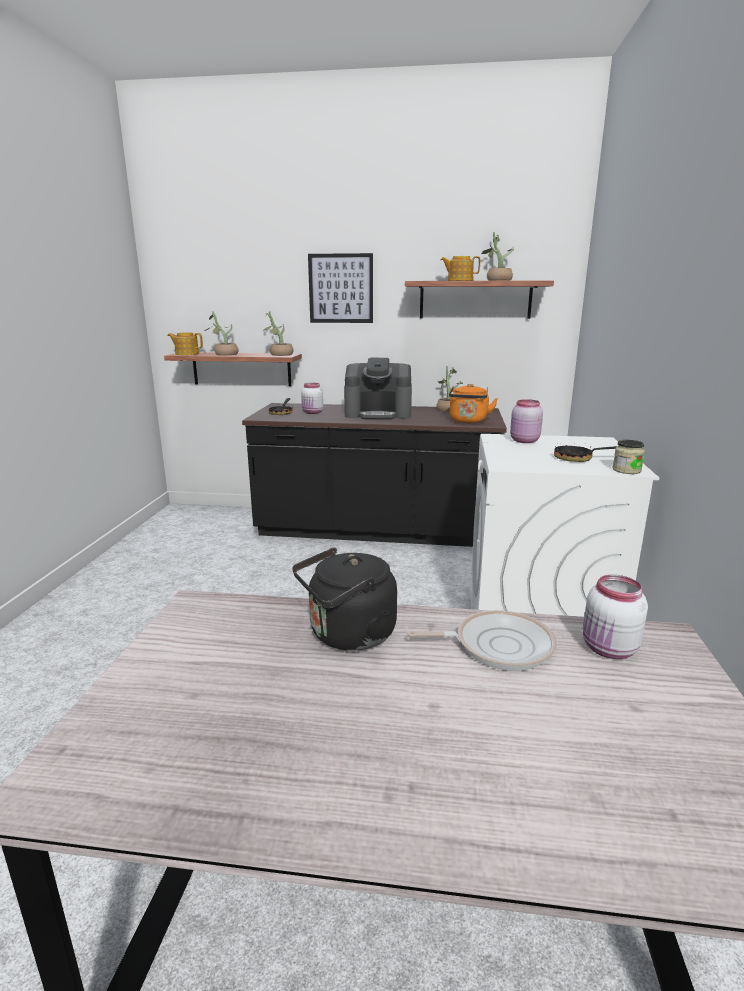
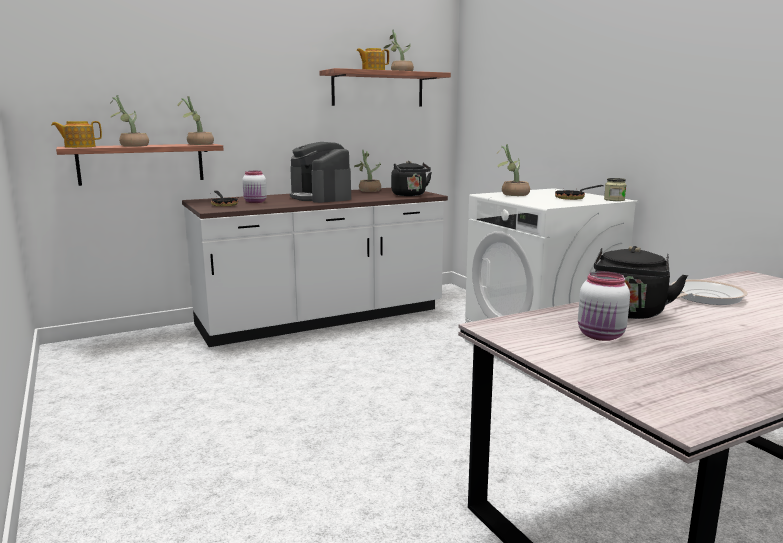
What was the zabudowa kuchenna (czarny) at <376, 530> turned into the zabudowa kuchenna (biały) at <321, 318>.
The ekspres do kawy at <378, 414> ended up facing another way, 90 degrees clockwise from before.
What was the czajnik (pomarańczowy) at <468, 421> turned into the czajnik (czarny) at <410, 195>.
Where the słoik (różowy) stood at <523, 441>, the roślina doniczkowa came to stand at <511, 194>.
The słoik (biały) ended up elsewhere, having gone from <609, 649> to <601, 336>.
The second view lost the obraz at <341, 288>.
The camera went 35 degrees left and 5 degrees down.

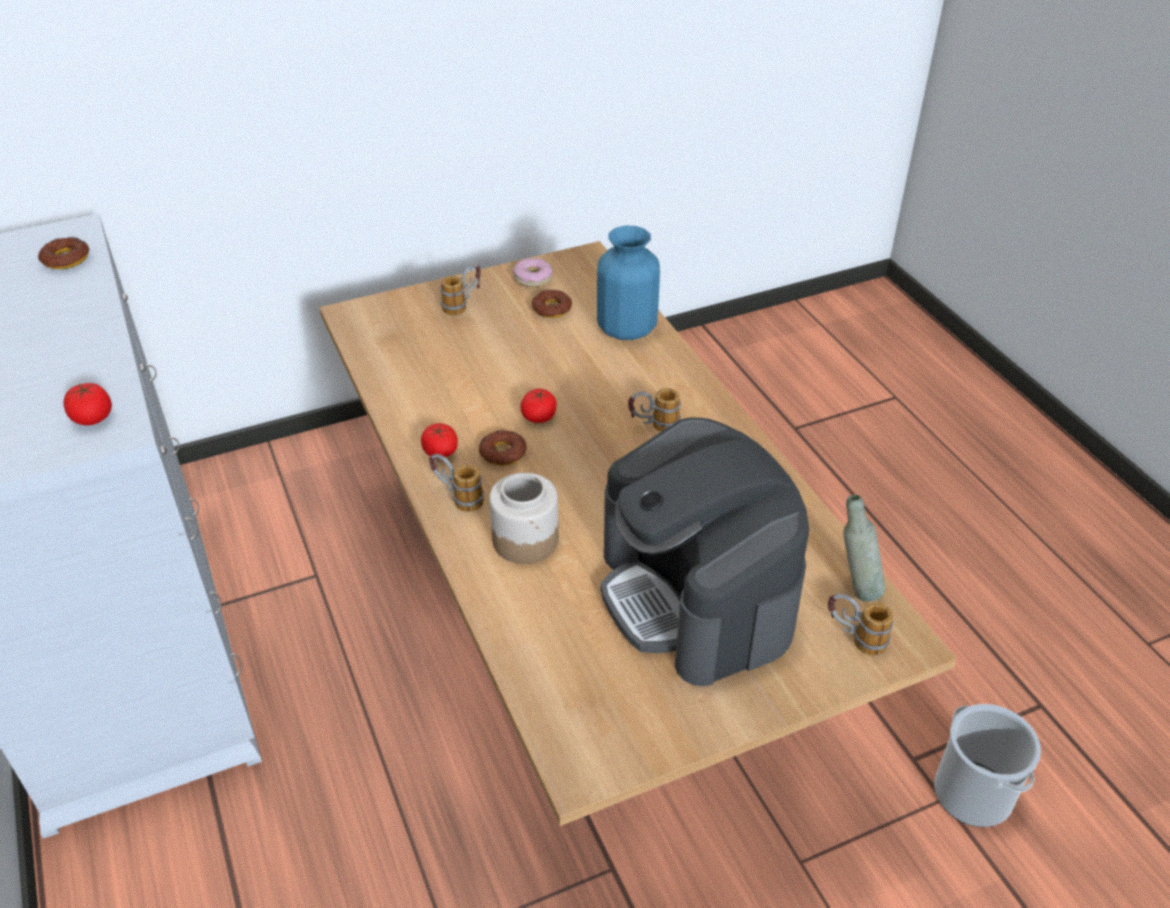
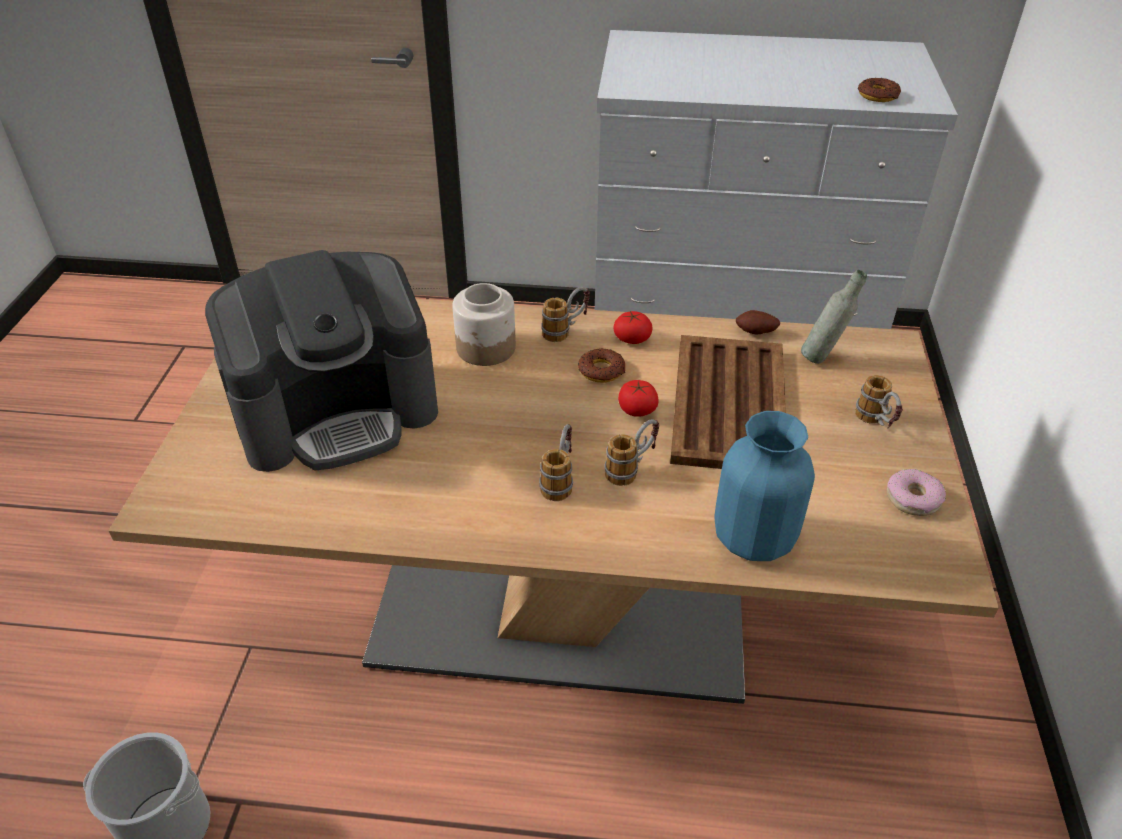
The ekspres do kawy at <697, 596> ended up facing another way, 150 degrees clockwise from before.
The kubek ended up elsewhere, having gone from <854, 638> to <632, 468>.
The second view gained the taca (brązowy) at <729, 402>.
The second view gained the ziemniak at <756, 333>.
The butelka (szary) ended up elsewhere, having gone from <855, 588> to <823, 357>.
The second view lost the pomidor at <92, 417>.
The second view lost the donut at <551, 308>.
The camera went 120 degrees right and 0 degrees up.

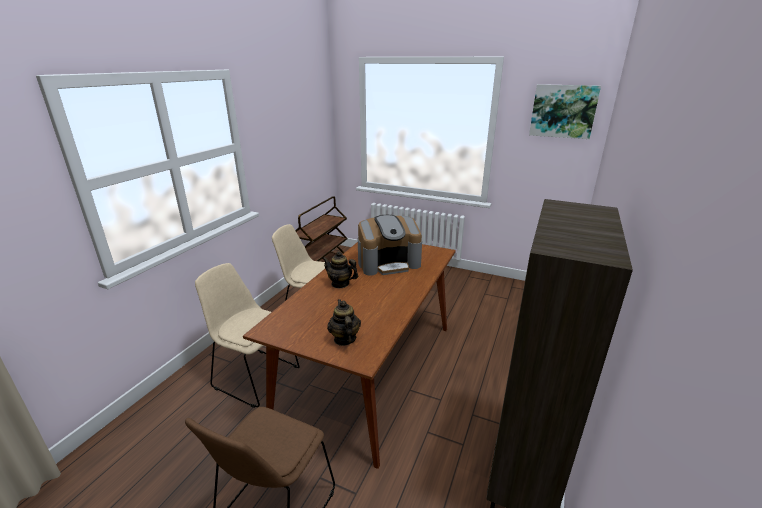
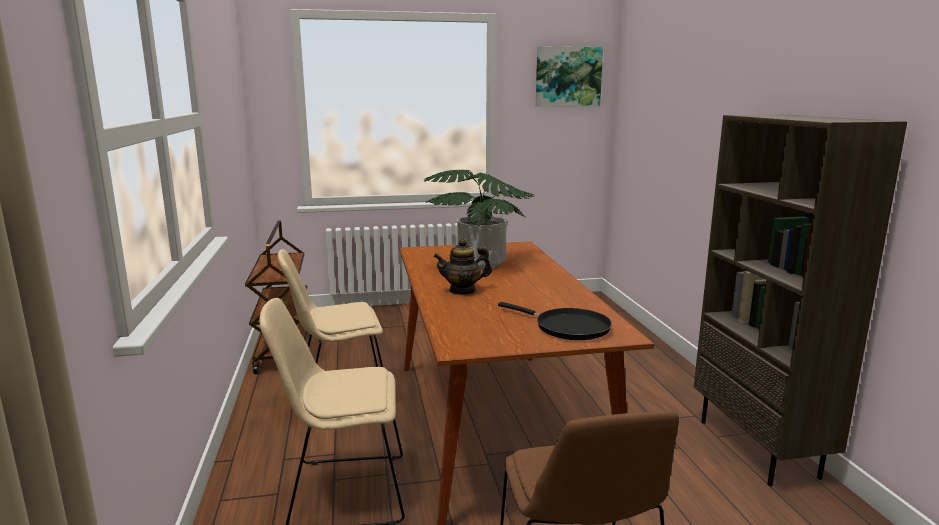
Where the ekspres do kawy stood at <389, 263>, the roślina doniczkowa came to stand at <482, 264>.
Where the imbryk stood at <344, 339>, the patelnia (czarny) came to stand at <567, 327>.
The camera went 35 degrees left and 10 degrees down.

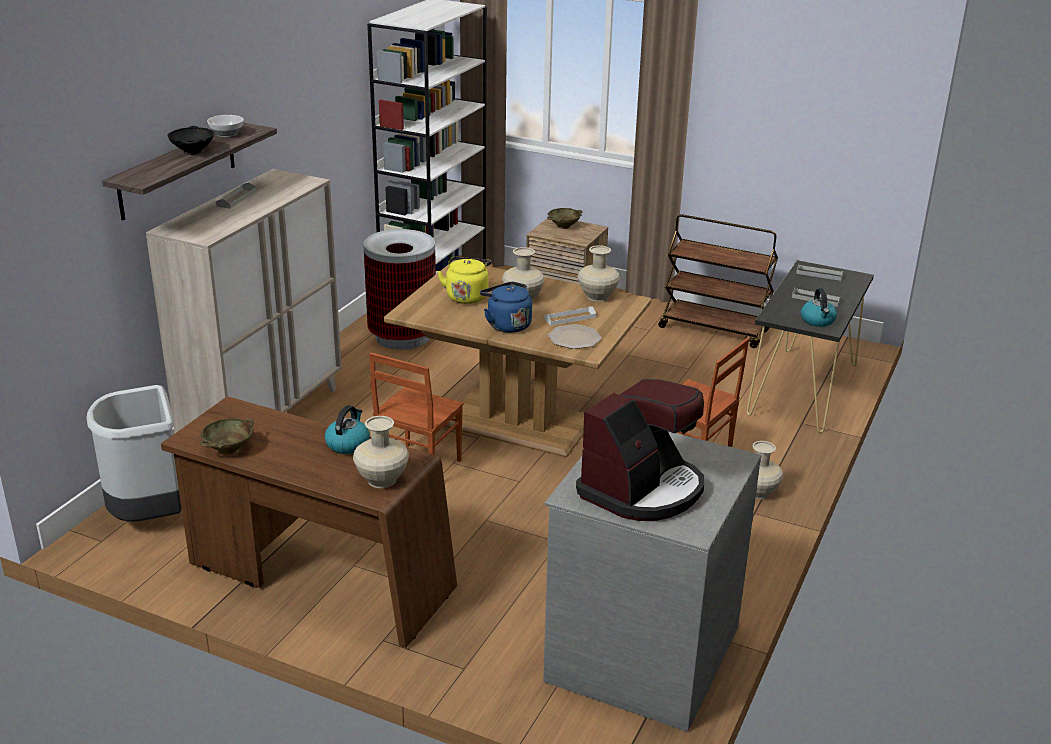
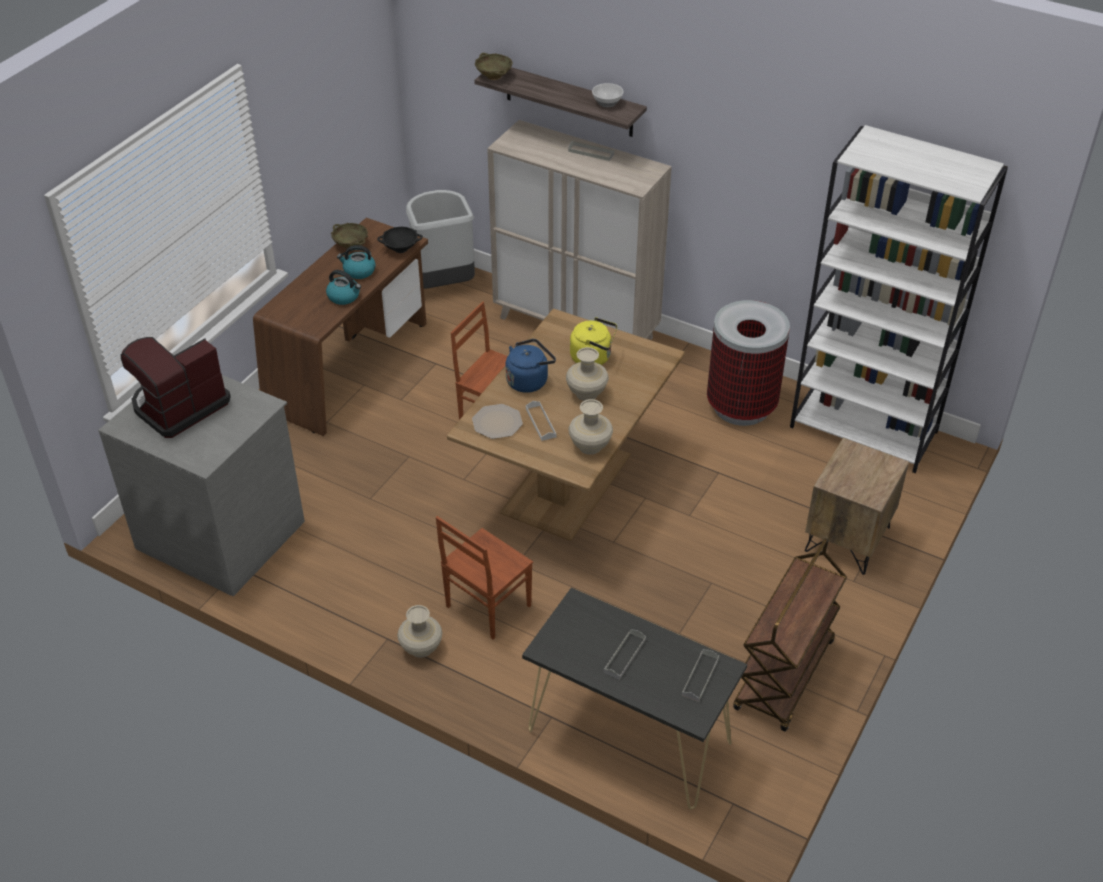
The ekspres do kawy at <643, 489> ended up facing another way, 90 degrees clockwise from before.
The czajnik ended up elsewhere, having gone from <818, 321> to <359, 271>.
The miska (czarny) ended up elsewhere, having gone from <193, 151> to <401, 249>.
The miska (beżowy) ended up elsewhere, having gone from <564, 226> to <494, 76>.
The second view lost the wazon (beżowy) at <382, 479>.
The camera went 95 degrees right and 15 degrees up.

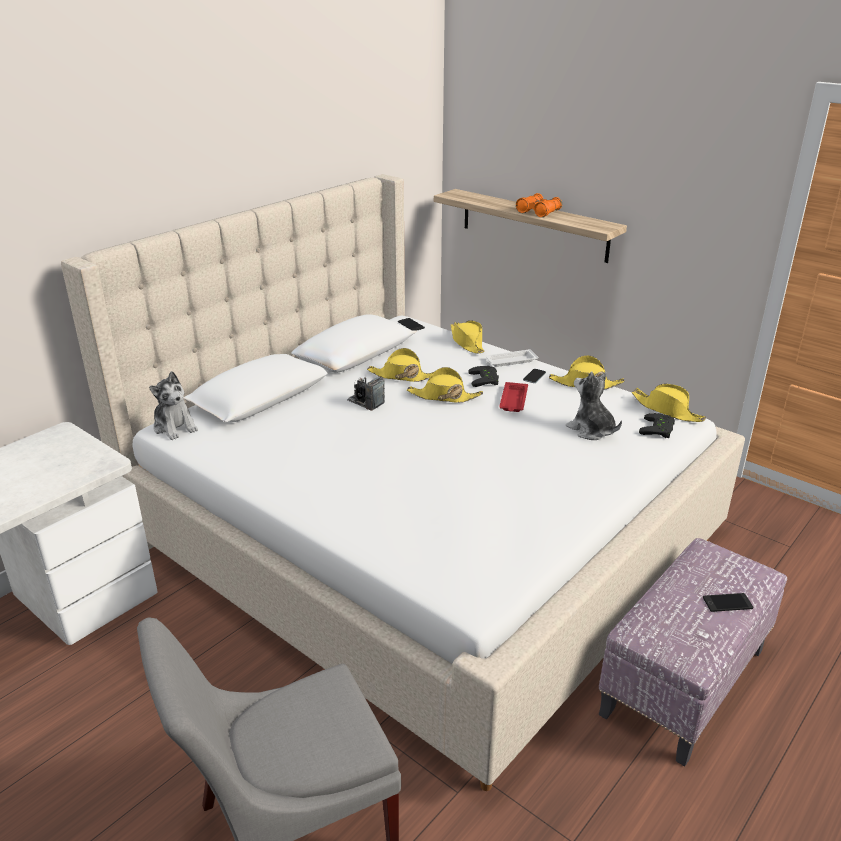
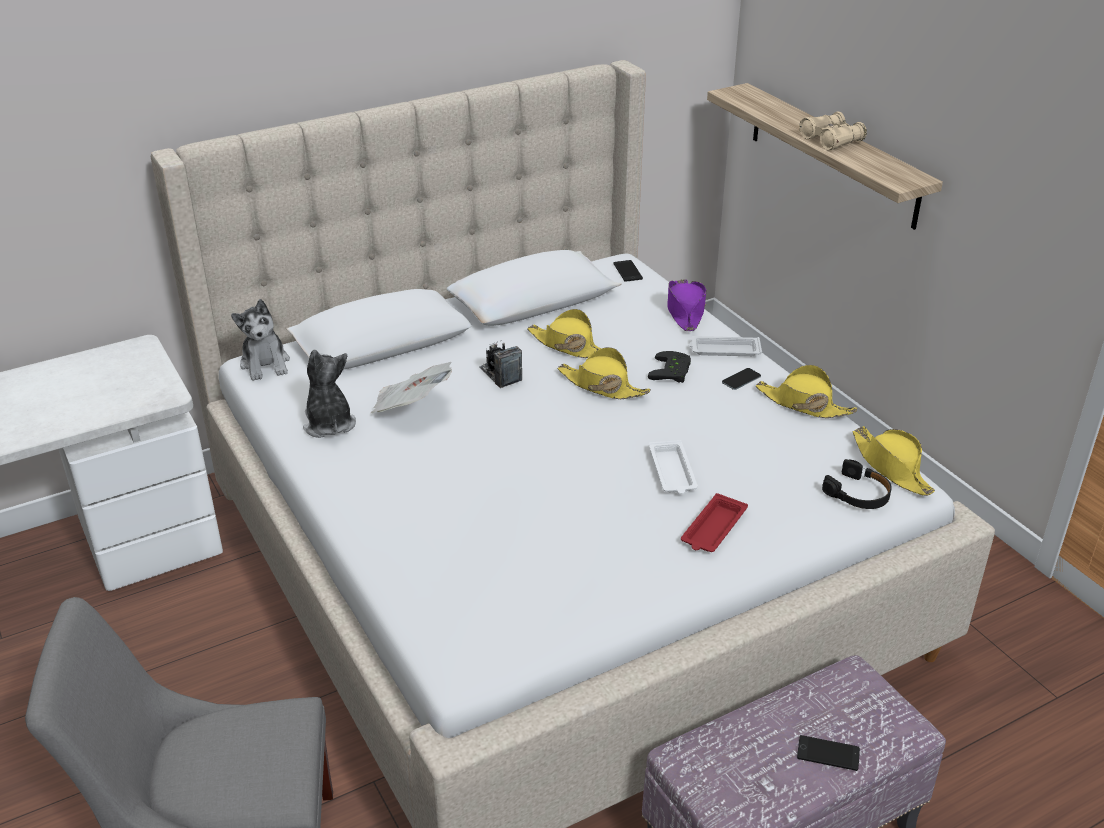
The pluszak ended up elsewhere, having gone from <591, 430> to <329, 424>.
The second view gained the gazeta at <412, 406>.
The second view gained the taca (biały) at <672, 472>.
What was the kapelusz (żółty) at <467, 342> turned into the kapelusz (fioletowy) at <685, 311>.
The taca (czerwony) ended up elsewhere, having gone from <513, 401> to <713, 529>.
What was the lornetka (pomarańczowy) at <538, 212> turned into the lornetka (beżowy) at <831, 140>.
Where the pad do gier (czarny) stood at <659, 429>, the słuchawki (czarny) came to stand at <858, 494>.
The camera went 20 degrees right and 5 degrees up.

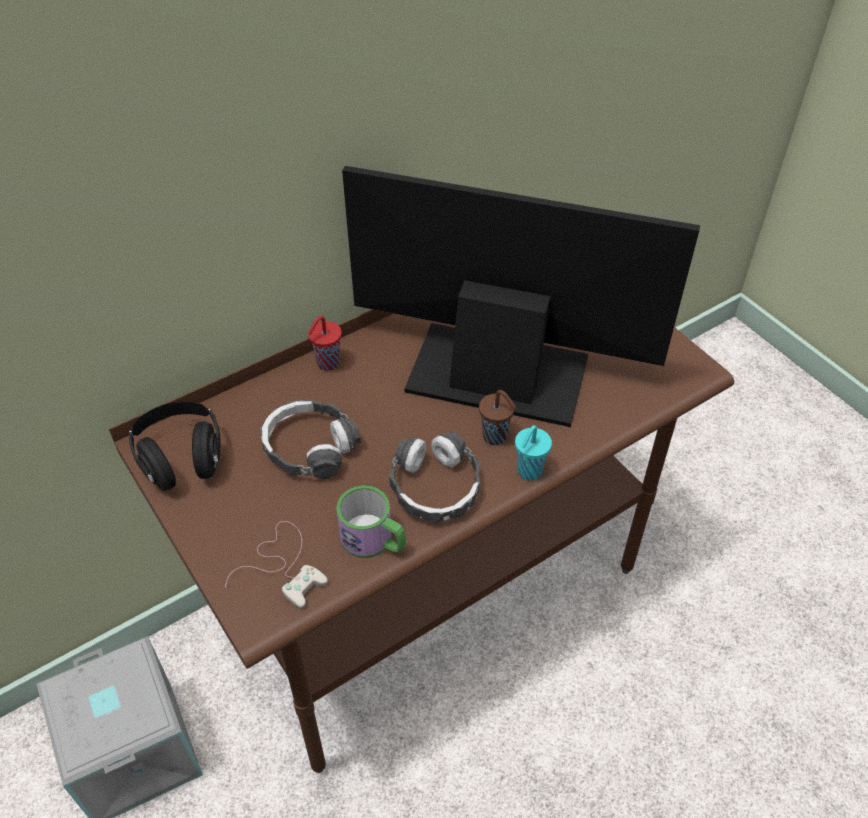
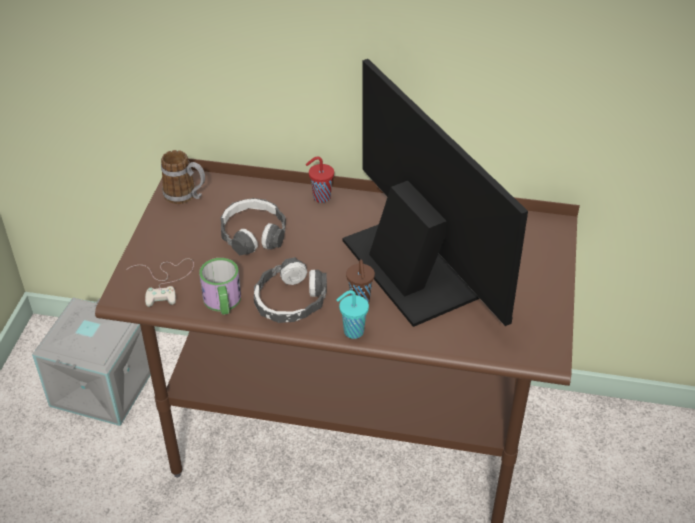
Where the słuchawki (czarny) stood at <181, 459>, the kubek came to stand at <186, 196>.
The camera went 45 degrees right and 5 degrees down.

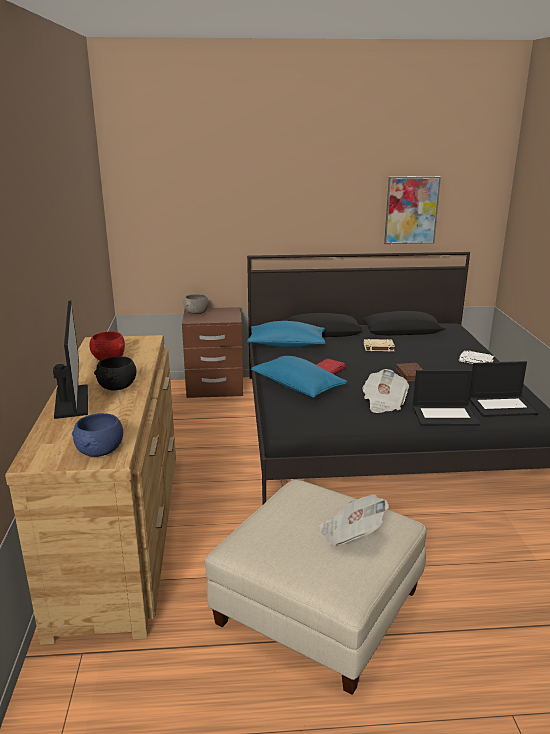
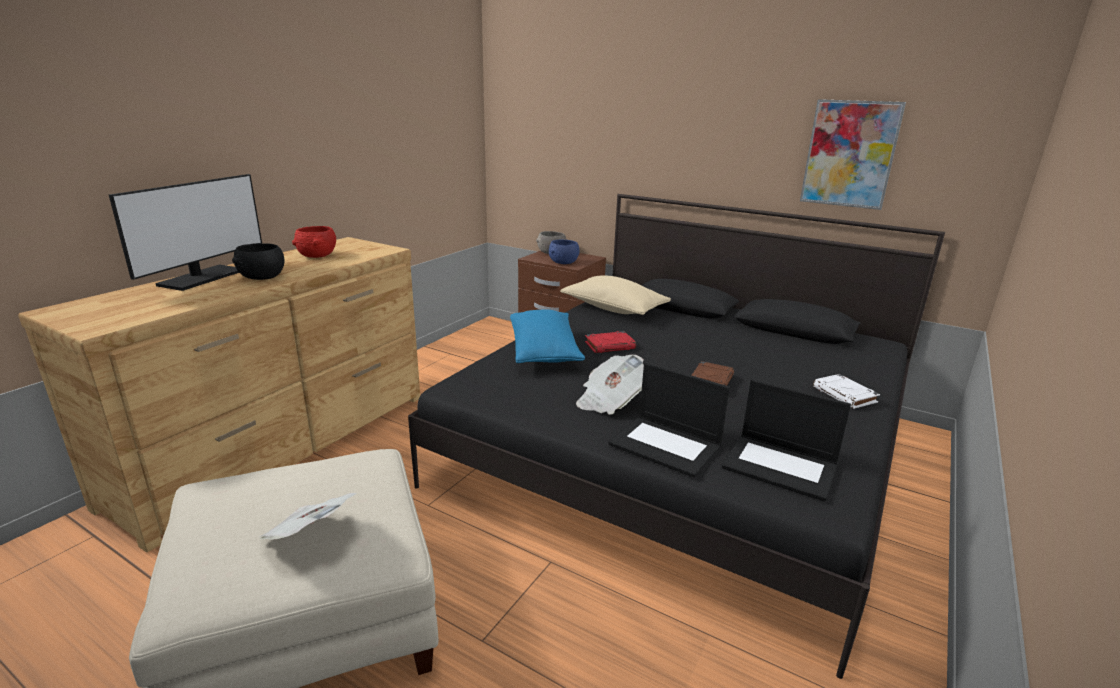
The miska (niebieski) ended up elsewhere, having gone from <100, 451> to <563, 262>.
What was the poduszka (niebieski) at <286, 345> turned into the poduszka (beżowy) at <614, 309>.
The second view lost the książka (beżowy) at <378, 347>.
The camera went 35 degrees right and 0 degrees up.

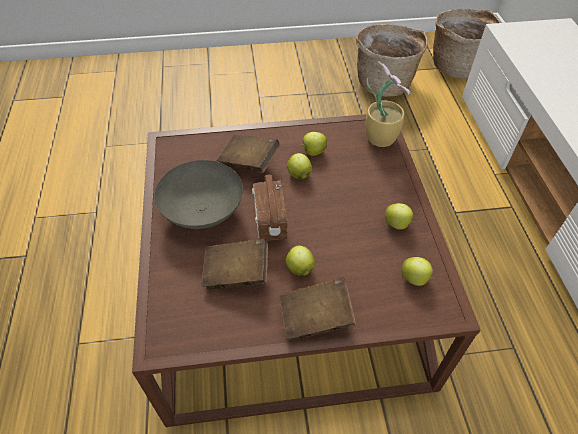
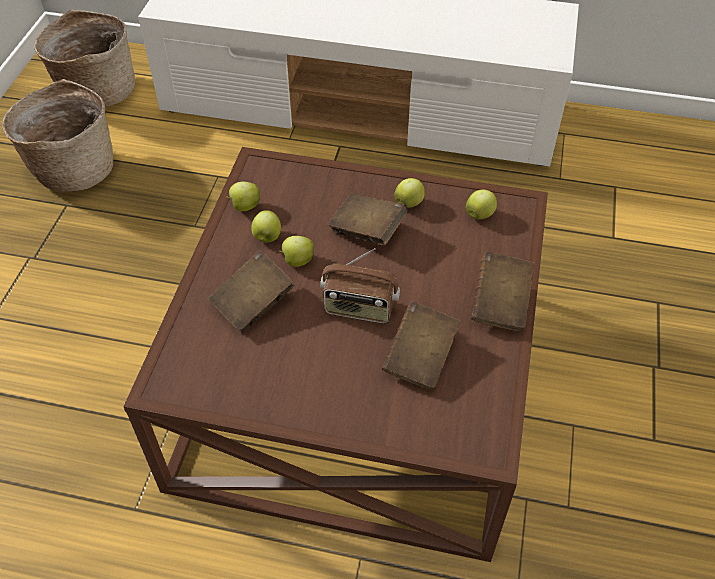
The jabłko ended up elsewhere, having gone from <299, 268> to <244, 206>.
The second view gained the książka (brązowy) at <367, 231>.
The second view lost the miska (szary) at <202, 212>.
The second view lost the roślina doniczkowa at <380, 137>.
The camera went 70 degrees left and 0 degrees up.

